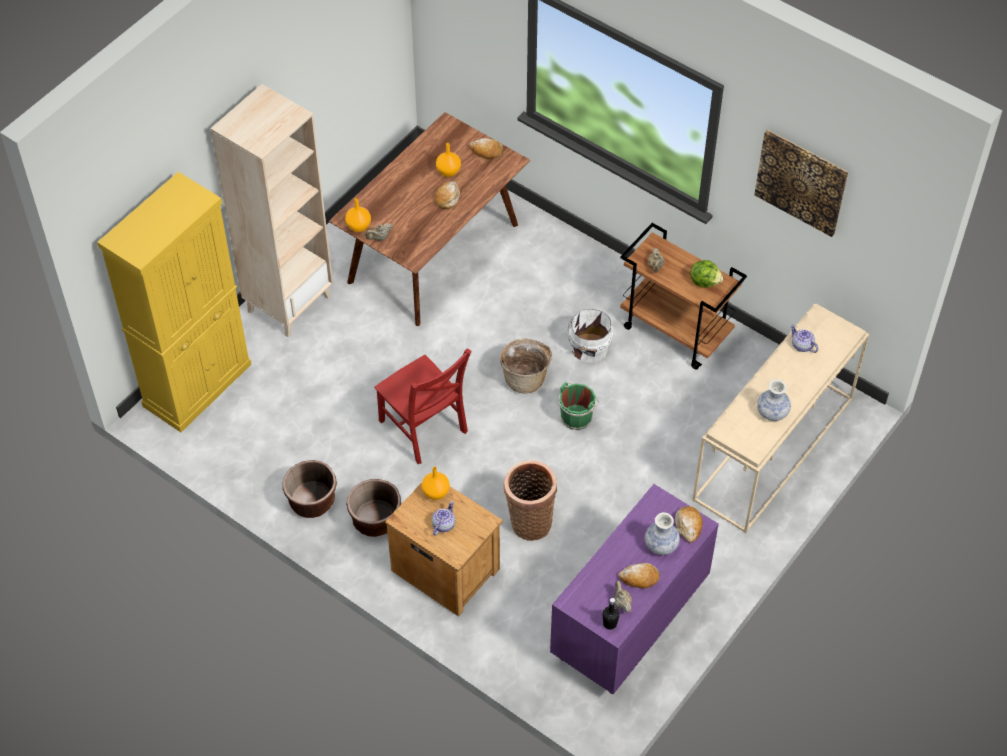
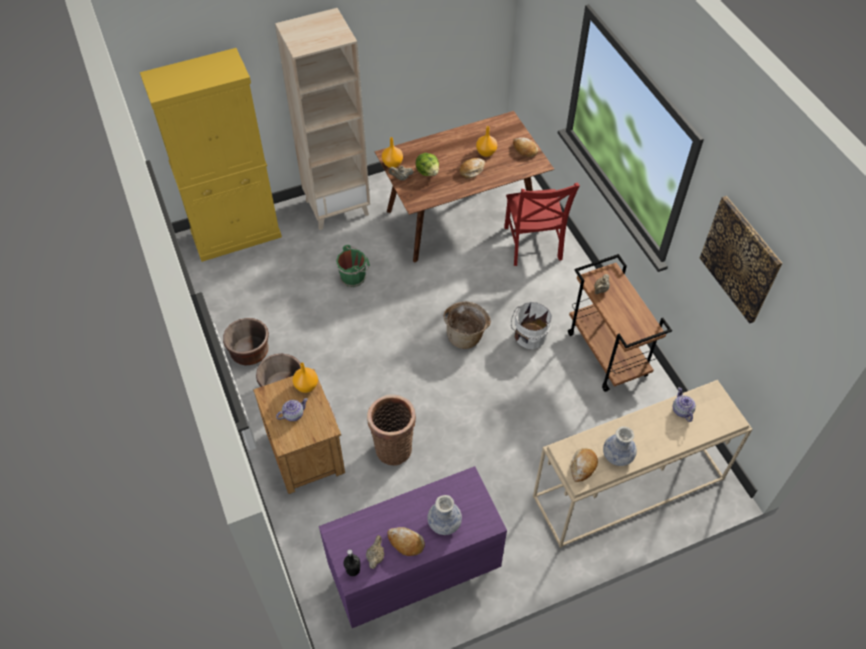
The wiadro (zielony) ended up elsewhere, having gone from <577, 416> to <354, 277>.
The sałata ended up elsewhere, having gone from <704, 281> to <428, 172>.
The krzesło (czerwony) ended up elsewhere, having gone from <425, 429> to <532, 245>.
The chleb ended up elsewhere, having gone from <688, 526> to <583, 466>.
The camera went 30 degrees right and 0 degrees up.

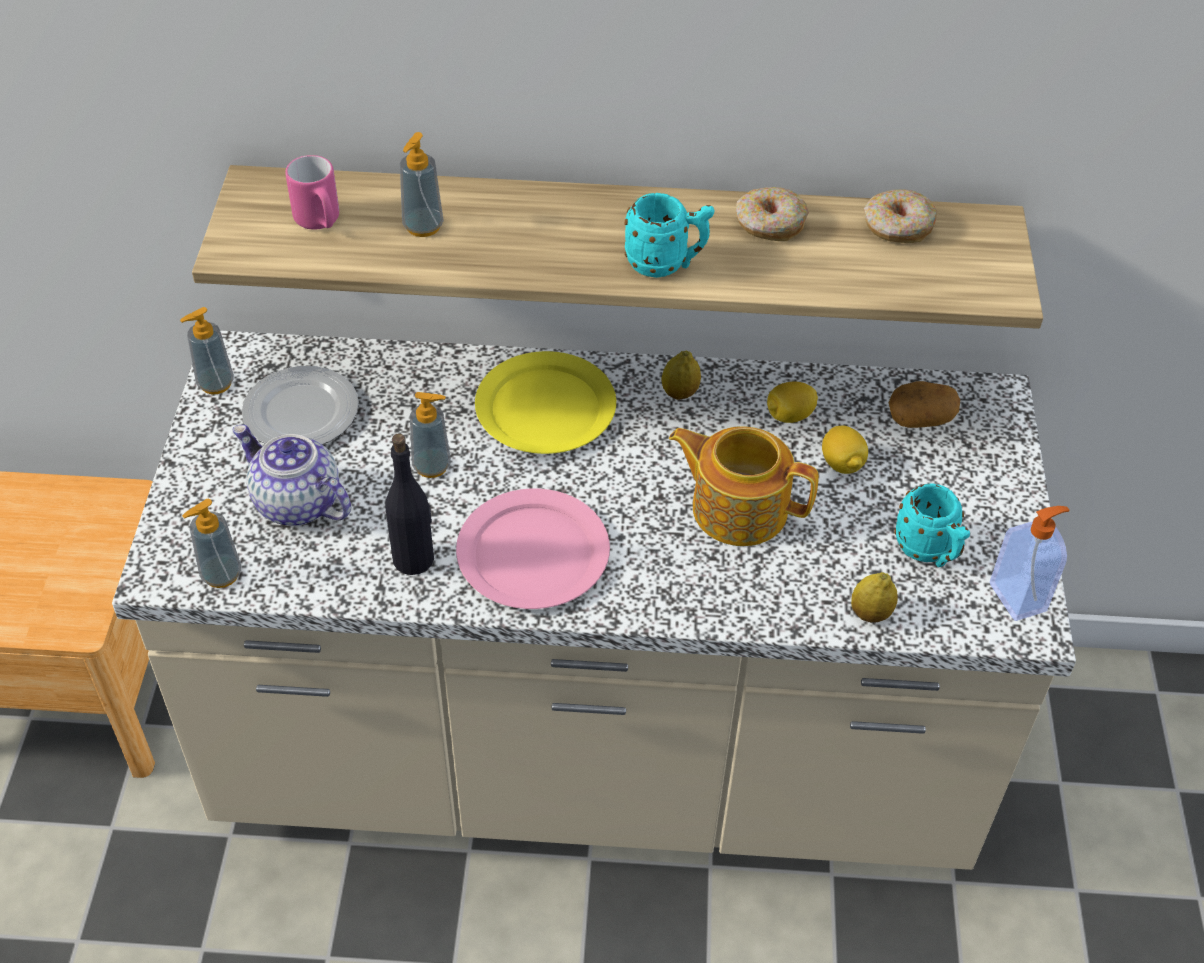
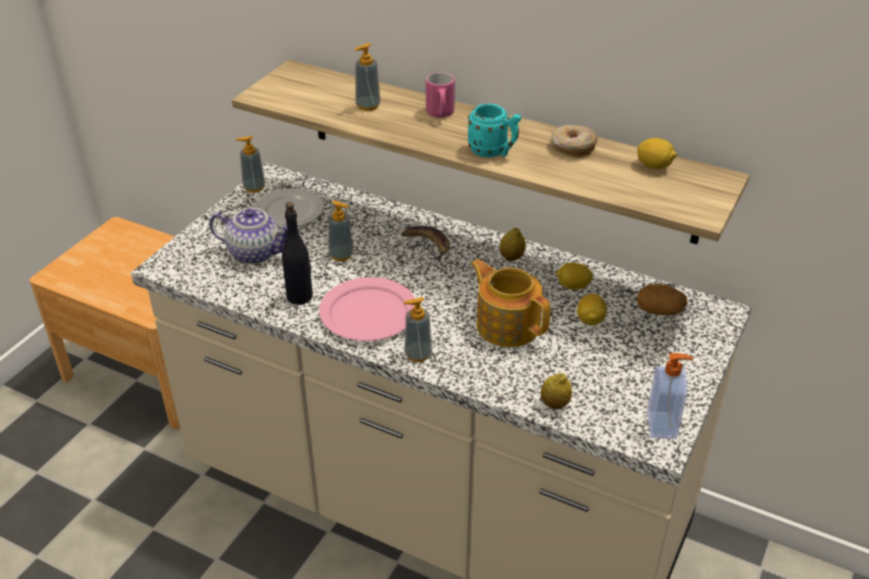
The imbryk at <296, 503> ended up facing another way, 135 degrees clockwise from before.
Where the talerz (żółty) stood at <546, 407>, the banan came to stand at <427, 244>.
The dozownik mydła ended up elsewhere, having gone from <221, 574> to <418, 354>.
The kubek (różowy) ended up elsewhere, having gone from <320, 222> to <440, 114>.
Where the donut stood at <897, 227>, the cytryna came to stand at <654, 166>.
The second view lost the kubek (turkusowy) at <929, 552>.
The camera went 25 degrees right and 10 degrees down.

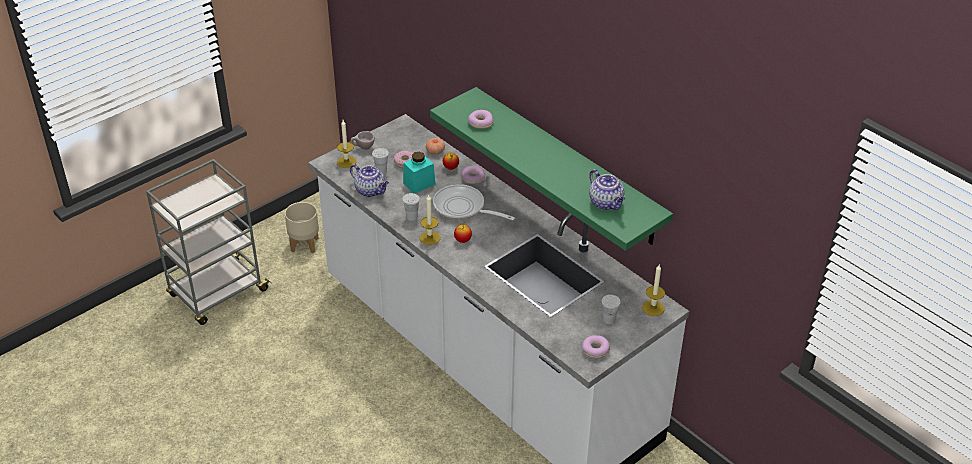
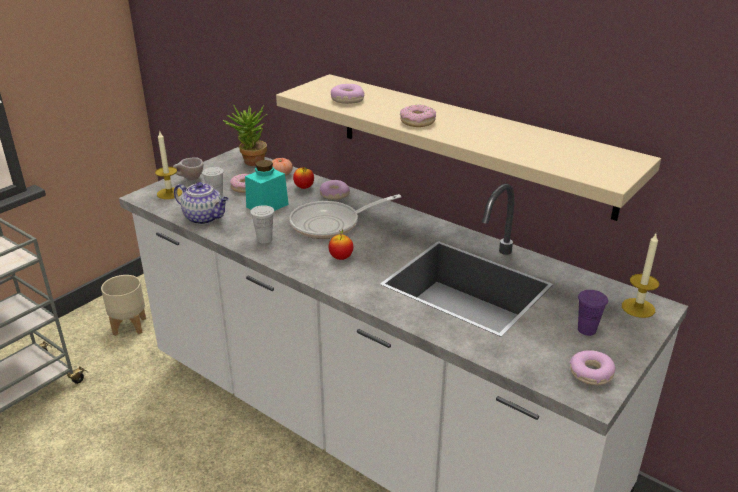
The second view gained the roślina doniczkowa at <250, 163>.
What was the półka (zielony) at <567, 166> turned into the półka (beżowy) at <470, 142>.
The patelnia at <463, 208> ended up facing another way, 45 degrees counterclockwise from before.
The second view gained the donut at <417, 121>.
What was the filiżanka (biały) at <609, 320> turned into the filiżanka (fioletowy) at <586, 330>.
The second view lost the świeca at <430, 238>.
The second view lost the imbryk at <606, 203>.
The camera went 10 degrees left and 10 degrees down.

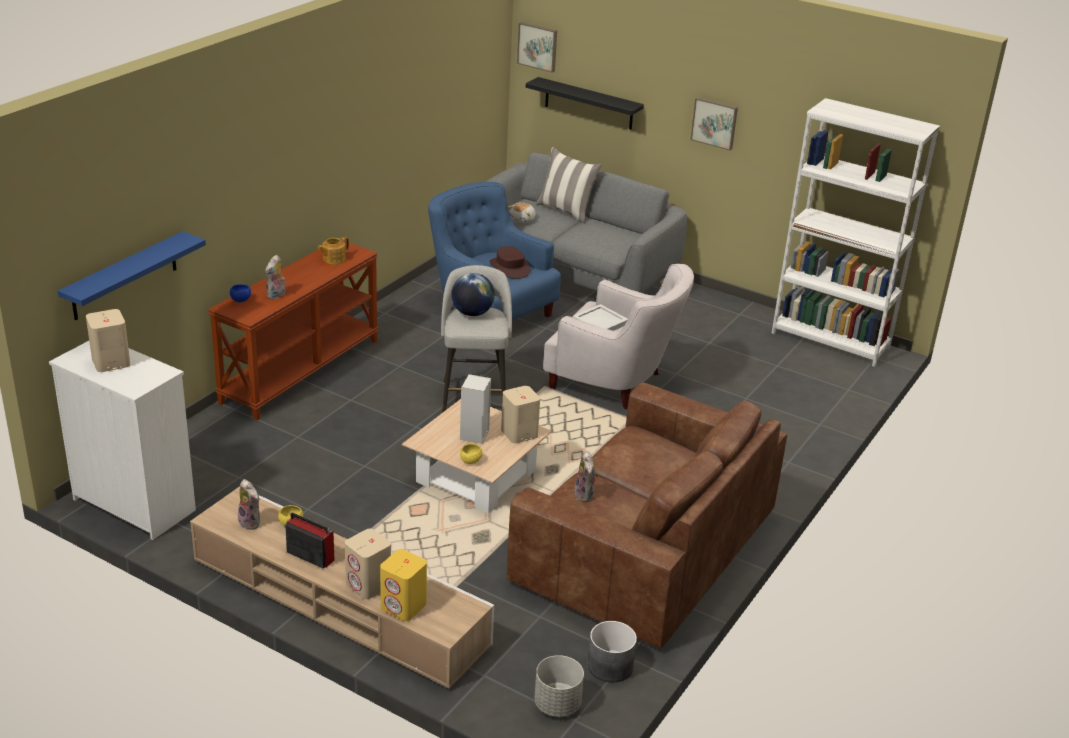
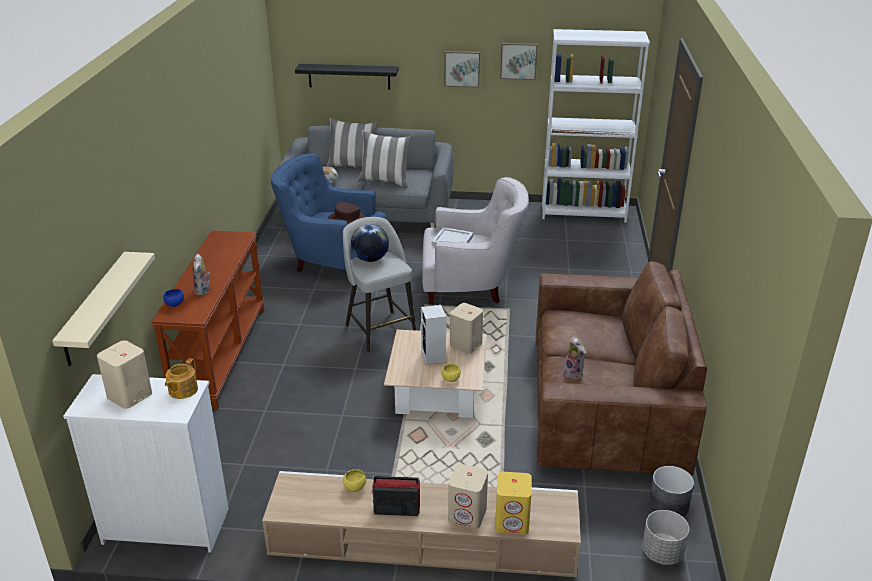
What was the półka (niebieski) at <124, 276> turned into the półka (beżowy) at <94, 309>.
The imbryk ended up elsewhere, having gone from <333, 259> to <182, 390>.
The second view gained the poduszka at <385, 181>.
The obraz ended up elsewhere, having gone from <538, 46> to <518, 60>.
The second view lost the pluszak at <251, 522>.
The camera went 25 degrees left and 0 degrees up.

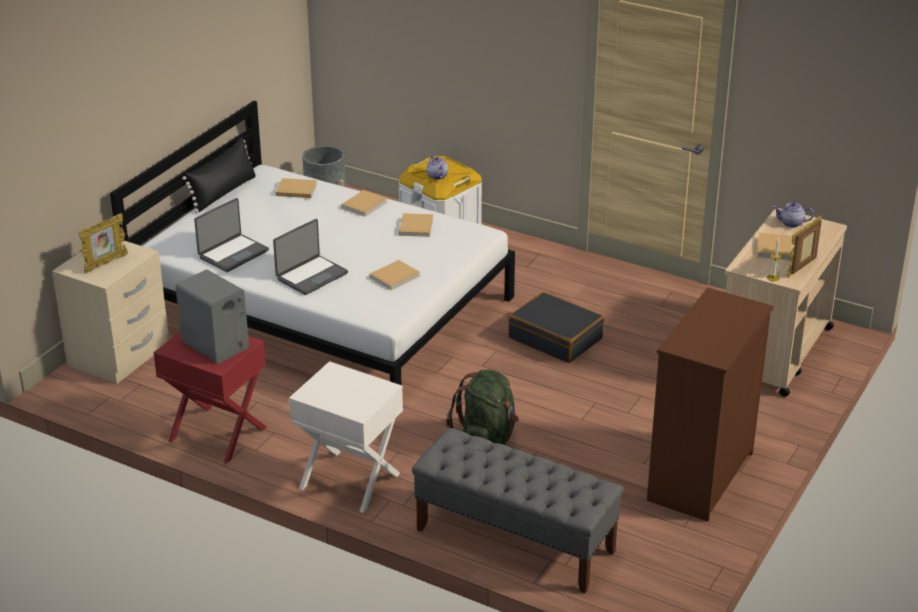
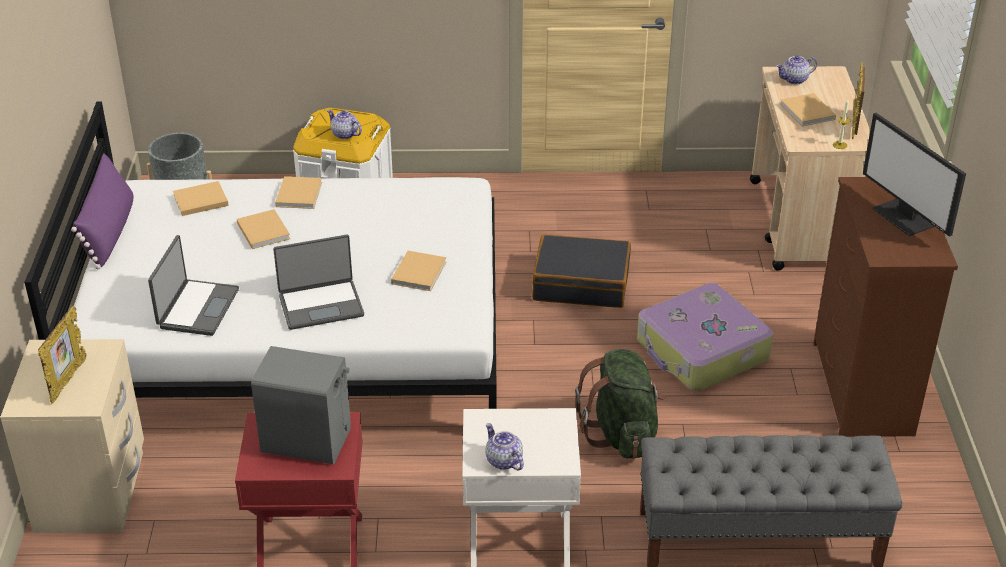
What was the poduszka (czarny) at <223, 192> turned into the poduszka (fioletowy) at <109, 232>.
The książka (beżowy) ended up elsewhere, having gone from <416, 226> to <263, 230>.
The laptop at <311, 276> ended up facing another way, 60 degrees clockwise from before.
The second view gained the imbryk at <503, 460>.
The second view gained the walizka at <701, 351>.
The second view gained the monitor at <904, 217>.
The camera went 30 degrees left and 5 degrees up.

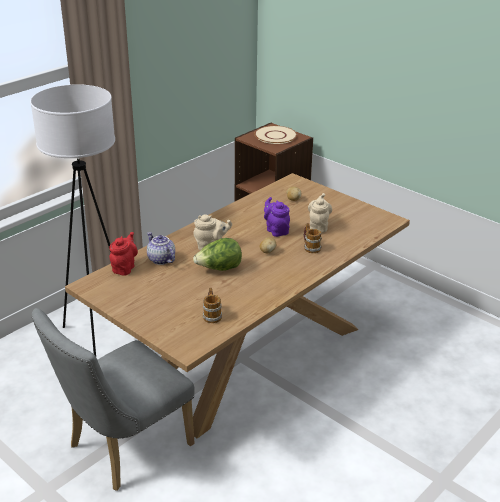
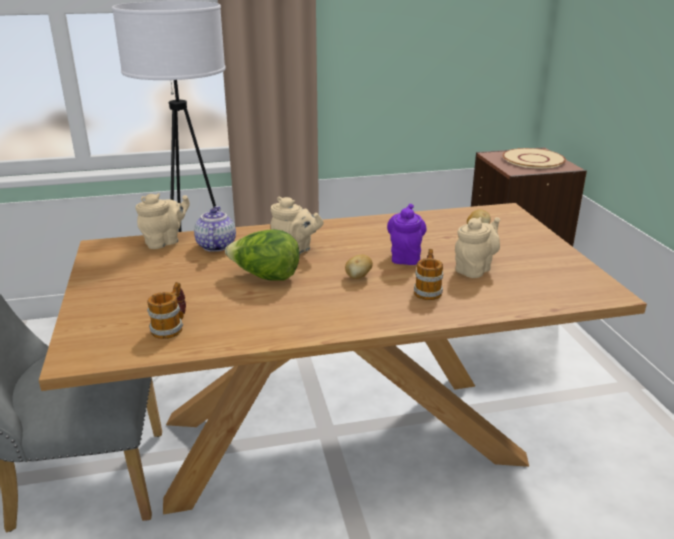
What was the imbryk (czerwony) at <124, 268> turned into the imbryk (beżowy) at <165, 242>.
The camera went 35 degrees right and 5 degrees down.

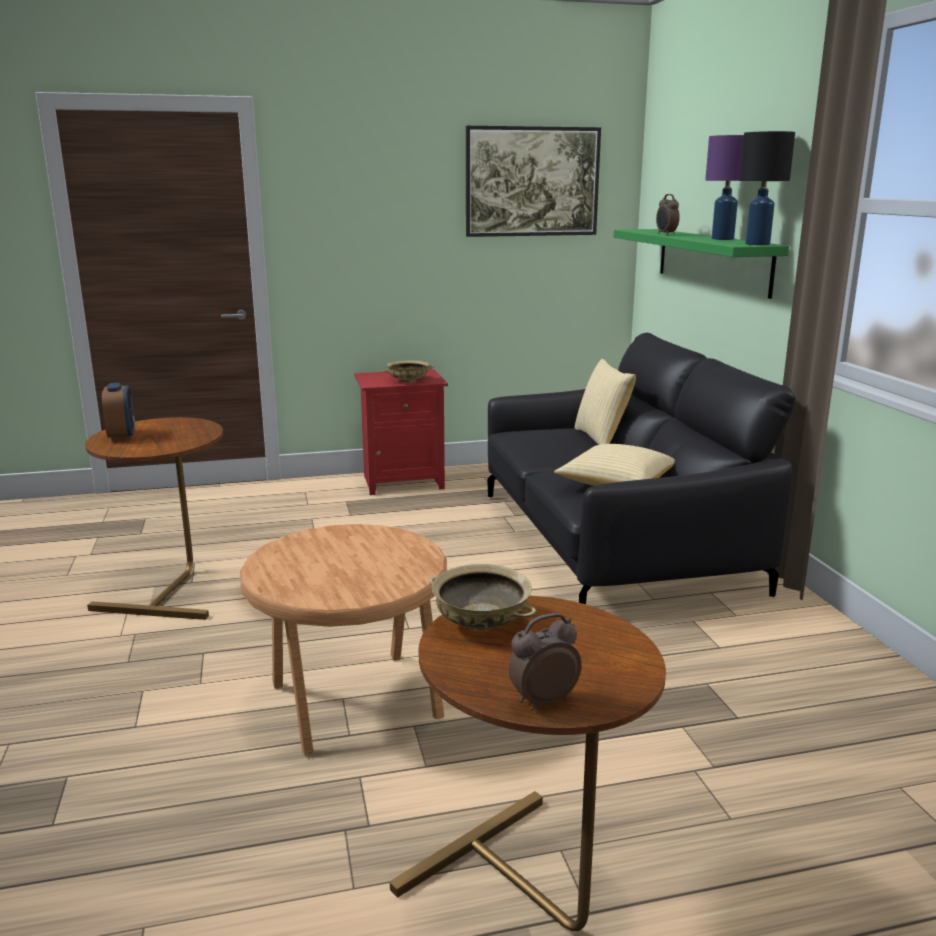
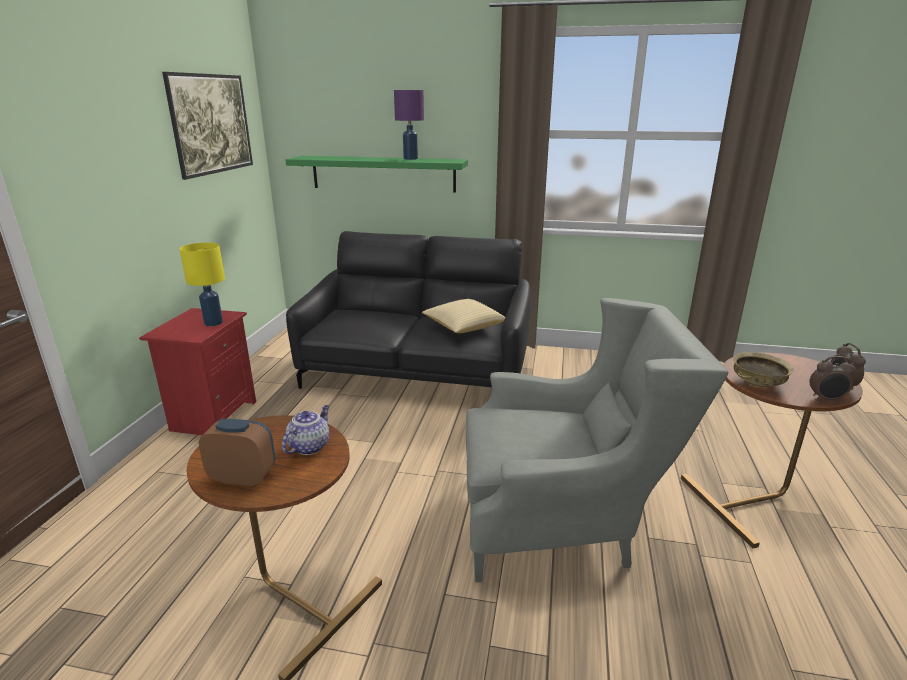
Where the miska (beżowy) stood at <407, 381>, the lampa stołowa (żółty) came to stand at <213, 323>.
The second view gained the imbryk at <309, 446>.
Where the stolik (brązowy) stood at <351, 701>, the fotel (szary) came to stand at <560, 523>.
The budzik ended up elsewhere, having gone from <666, 234> to <826, 399>.
The second view lost the poduszka at <602, 438>.
The second view lost the lampa stołowa (czarny) at <757, 244>.
The camera went 65 degrees left and 5 degrees up.

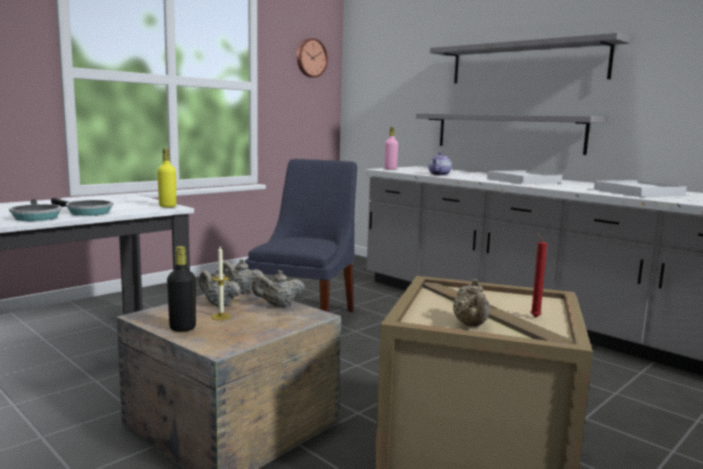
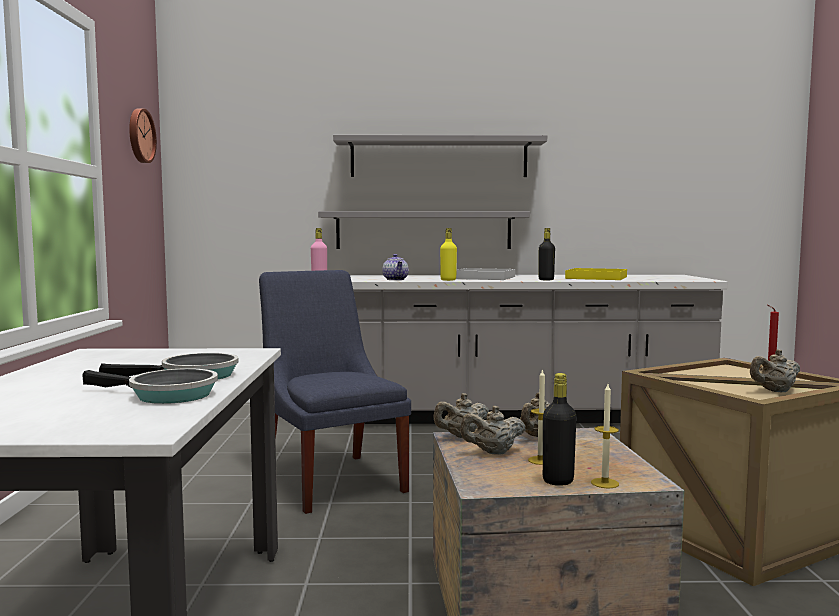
The butelka (żółty) ended up elsewhere, having gone from <167, 206> to <448, 280>.
The second view gained the butelka (czarny) at <546, 280>.
What was the taca (biały) at <638, 192> turned into the taca (żółty) at <596, 277>.
The second view gained the świeca at <604, 483>.
The imbryk (beżowy) at <471, 325> ended up facing another way, 120 degrees clockwise from before.
The camera went 45 degrees left and 5 degrees down.

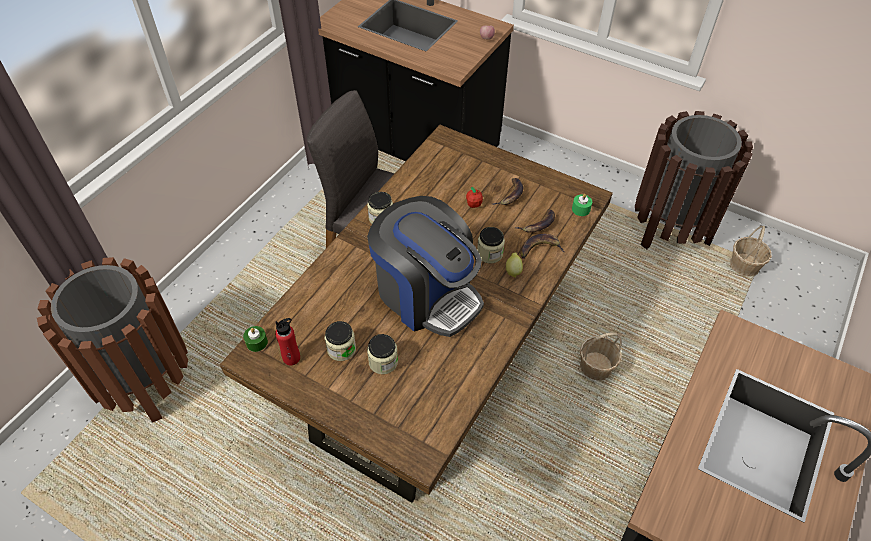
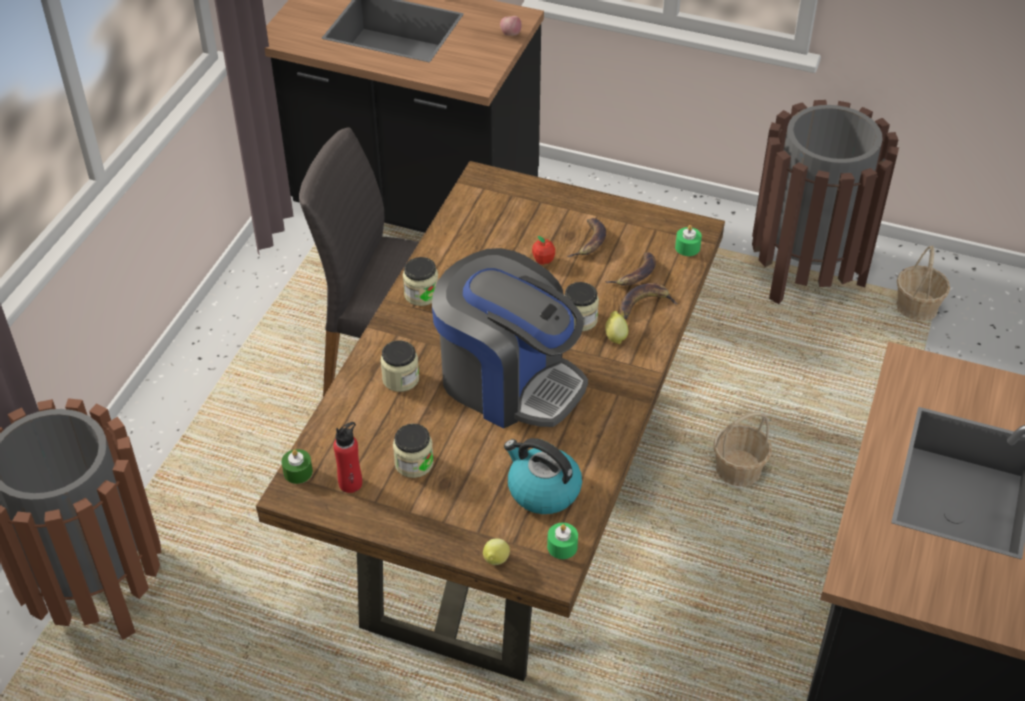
The słoik ended up elsewhere, having gone from <383, 362> to <400, 379>.
The second view gained the cytryna at <495, 561>.
The second view gained the czajnik at <542, 490>.
The second view gained the świeca (zielony) at <562, 546>.
The camera went 10 degrees left and 5 degrees down.

